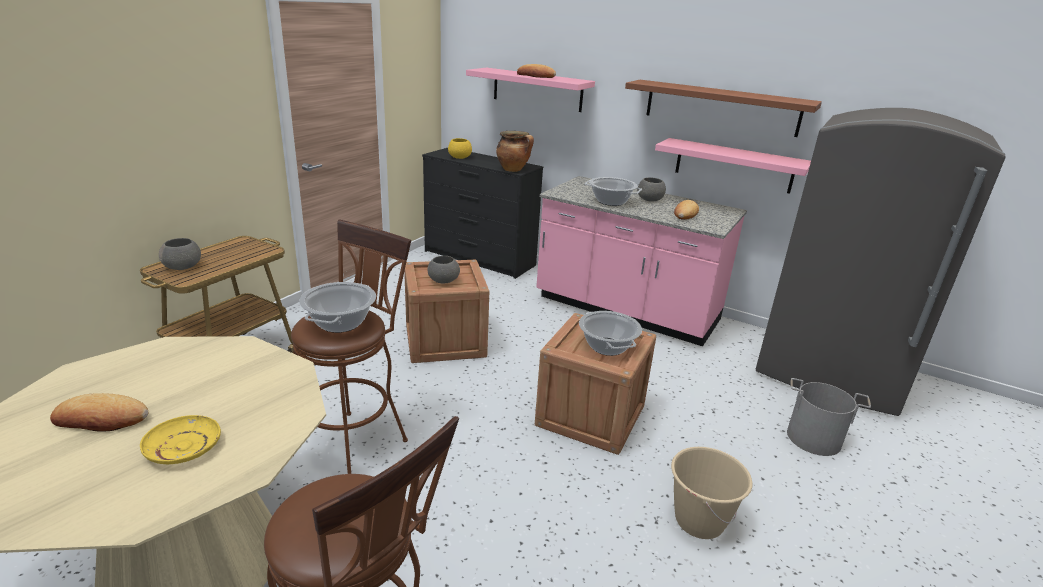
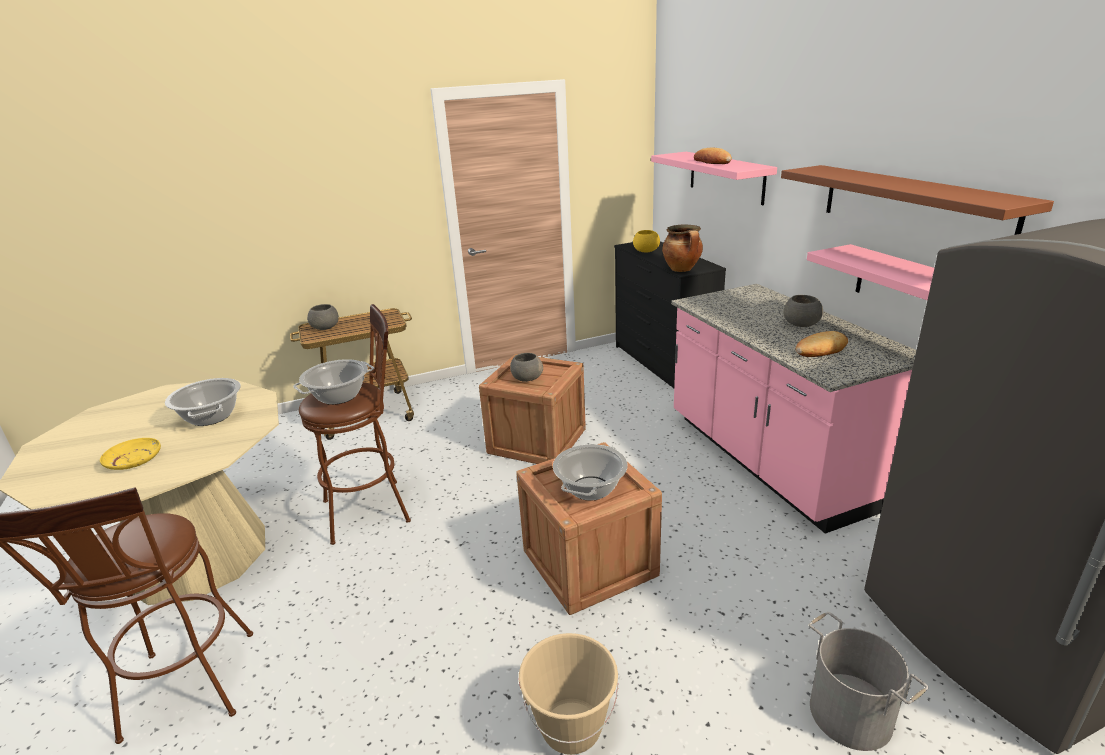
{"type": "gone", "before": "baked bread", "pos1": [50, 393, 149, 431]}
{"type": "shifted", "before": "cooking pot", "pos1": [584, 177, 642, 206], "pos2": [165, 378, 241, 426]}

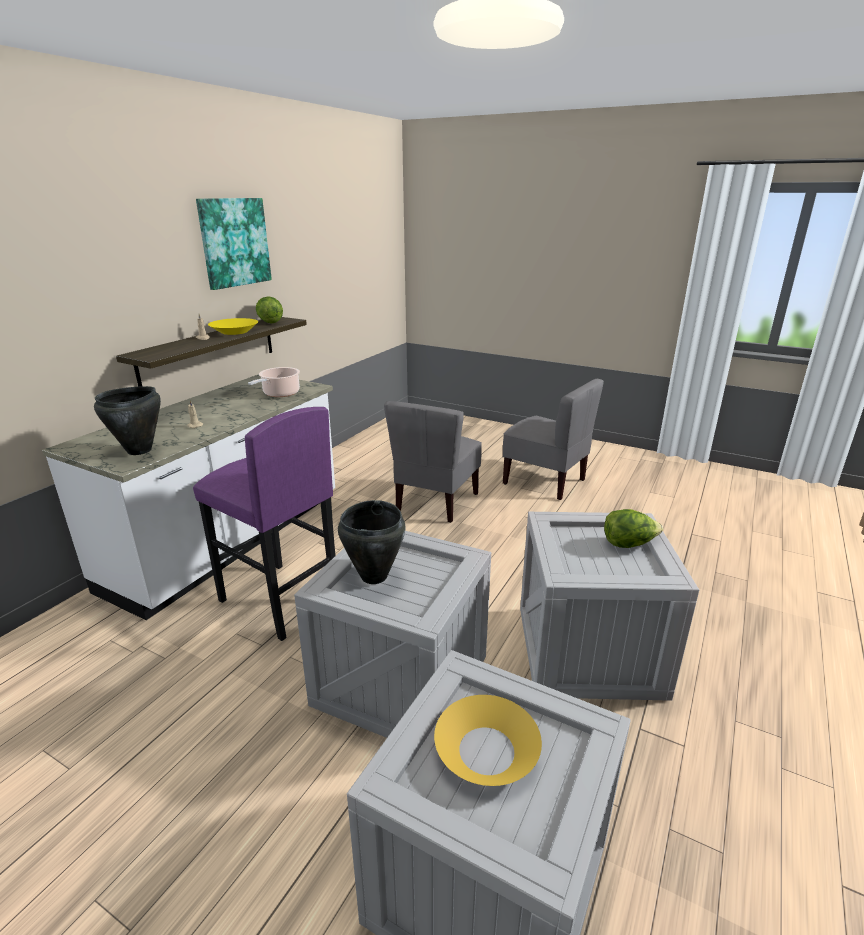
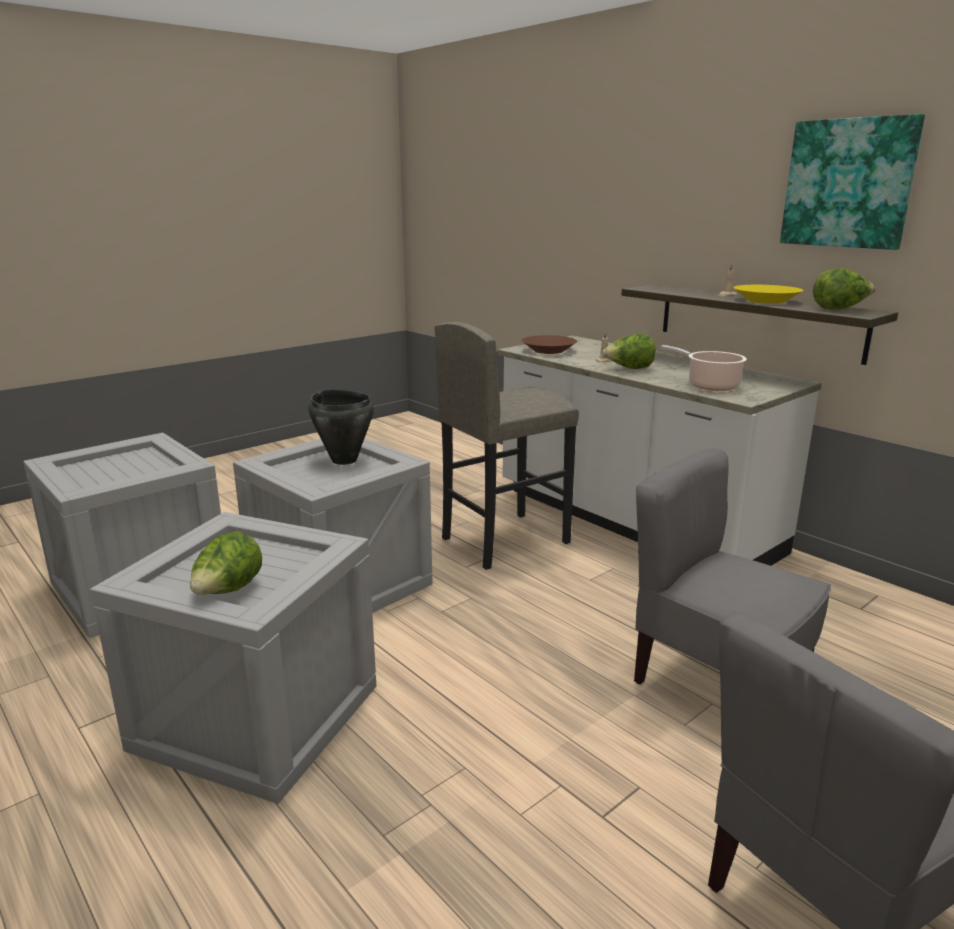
{"type": "swapped", "before": "cooking pot in black", "after": "serving bowl in brownish", "pos1": [94, 386, 161, 455], "pos2": [521, 335, 577, 354]}
{"type": "repainted", "before": "stool in purplish", "after": "stool in greyish", "pos1": [193, 407, 336, 641], "pos2": [435, 322, 579, 570]}
{"type": "gone", "before": "serving bowl in yellowish", "pos1": [434, 695, 542, 786]}
{"type": "new", "after": "head of lettuce", "pos2": [602, 334, 656, 369]}

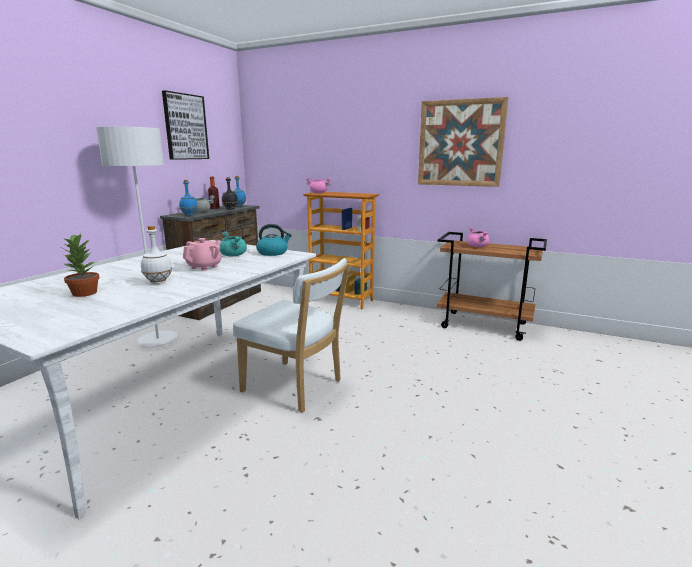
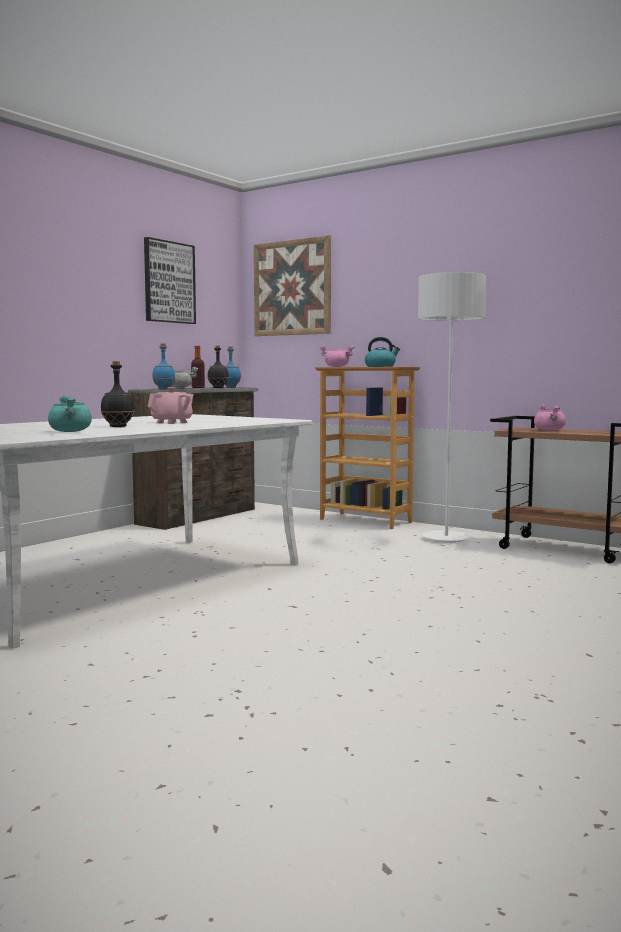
{"type": "gone", "before": "houseplant", "pos1": [63, 233, 99, 297]}
{"type": "shifted", "before": "floor lamp in white", "pos1": [96, 126, 178, 346], "pos2": [418, 272, 486, 543]}
{"type": "repainted", "before": "beverage bottle in white", "after": "beverage bottle in black", "pos1": [141, 226, 172, 284], "pos2": [101, 361, 134, 427]}
{"type": "shifted", "before": "cooking pot in blue-green", "pos1": [220, 231, 247, 256], "pos2": [48, 396, 92, 432]}
{"type": "gone", "before": "upright chair in white", "pos1": [233, 258, 350, 413]}
{"type": "shifted", "before": "tea kettle", "pos1": [256, 224, 292, 256], "pos2": [365, 337, 400, 367]}
{"type": "shifted", "before": "wall picture", "pos1": [418, 97, 509, 187], "pos2": [254, 235, 331, 336]}

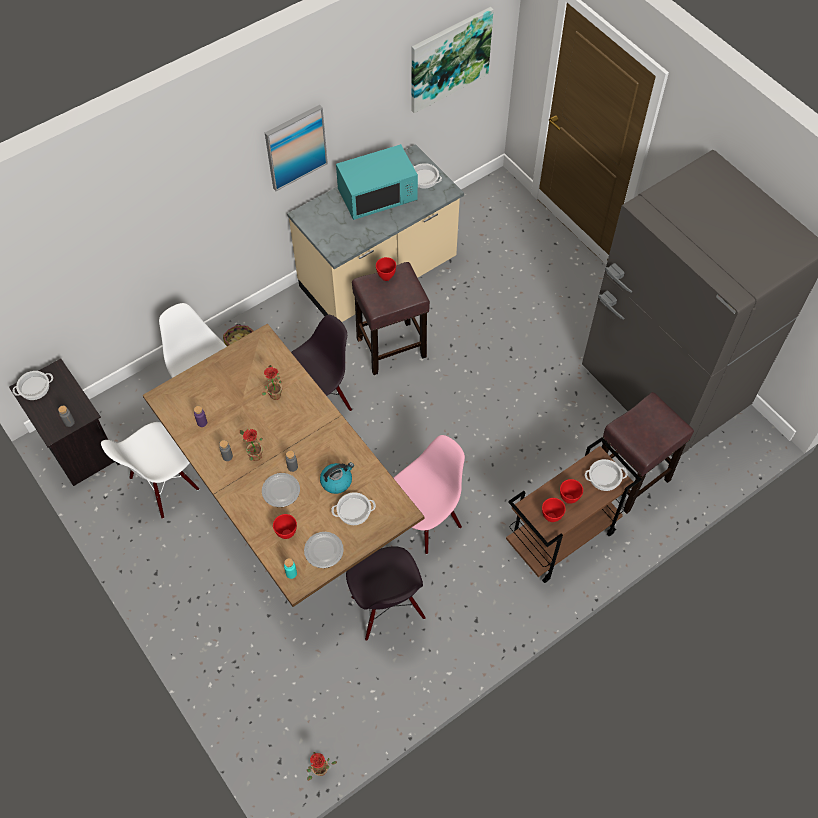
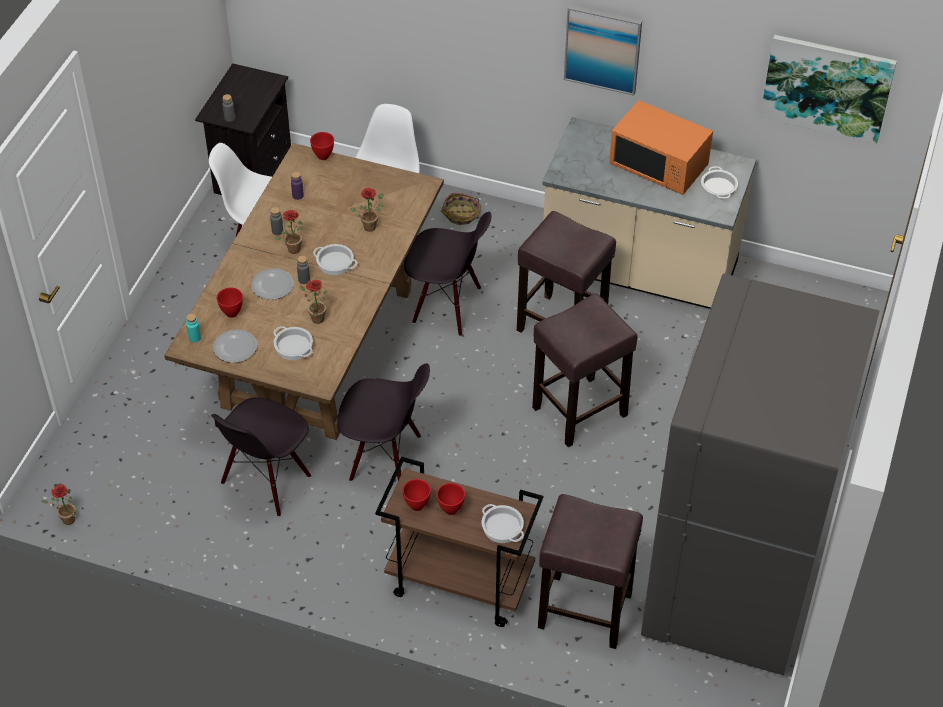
{"type": "shifted", "before": "cooking pot", "pos1": [12, 371, 53, 400], "pos2": [313, 244, 357, 275]}
{"type": "swapped", "before": "tea kettle", "after": "houseplant", "pos1": [320, 462, 354, 494], "pos2": [300, 280, 328, 324]}
{"type": "repainted", "before": "microwave oven in blue-green", "after": "microwave oven in orangey", "pos1": [336, 144, 418, 220], "pos2": [609, 100, 713, 195]}
{"type": "shifted", "before": "serving bowl in red", "pos1": [376, 257, 396, 281], "pos2": [310, 132, 334, 160]}
{"type": "repainted", "before": "upright chair in pink", "after": "upright chair in black", "pos1": [394, 435, 465, 554], "pos2": [337, 363, 430, 481]}
{"type": "new", "after": "stool in brownish", "pos2": [532, 294, 638, 447]}

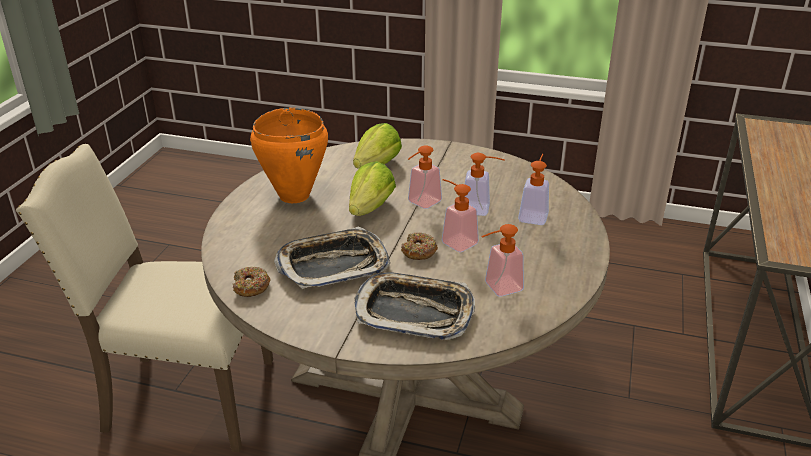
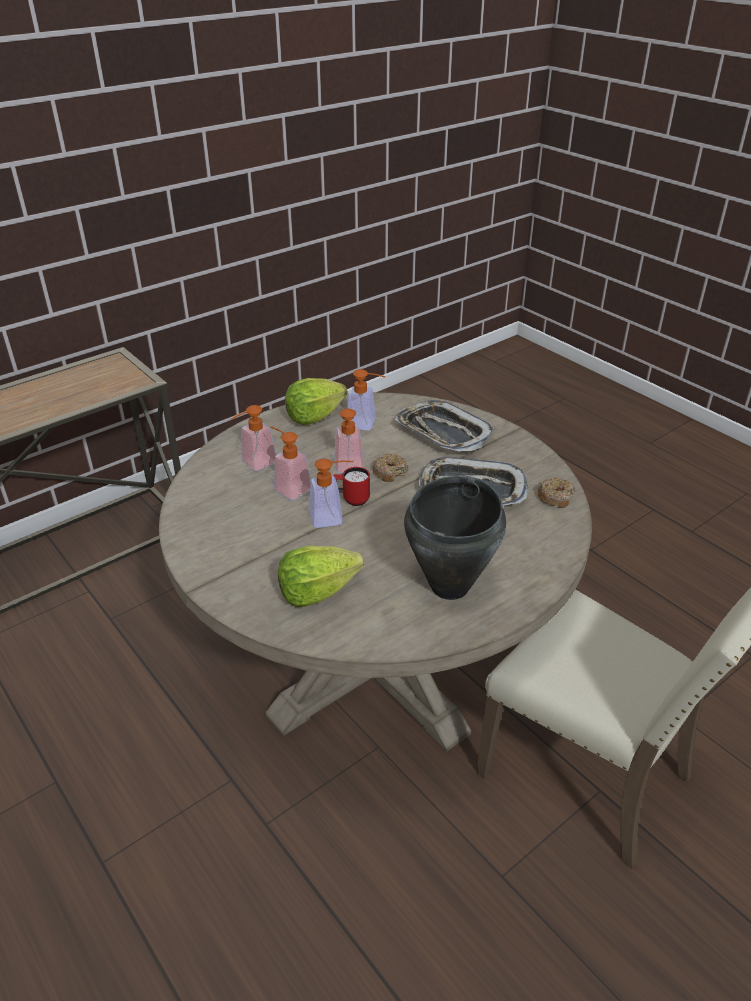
{"type": "repainted", "before": "cooking pot in orangey", "after": "cooking pot in black", "pos1": [250, 108, 328, 203], "pos2": [404, 476, 506, 600]}
{"type": "shifted", "before": "head of lettuce", "pos1": [349, 161, 396, 216], "pos2": [285, 378, 347, 425]}
{"type": "new", "after": "mug in red", "pos2": [333, 467, 370, 506]}

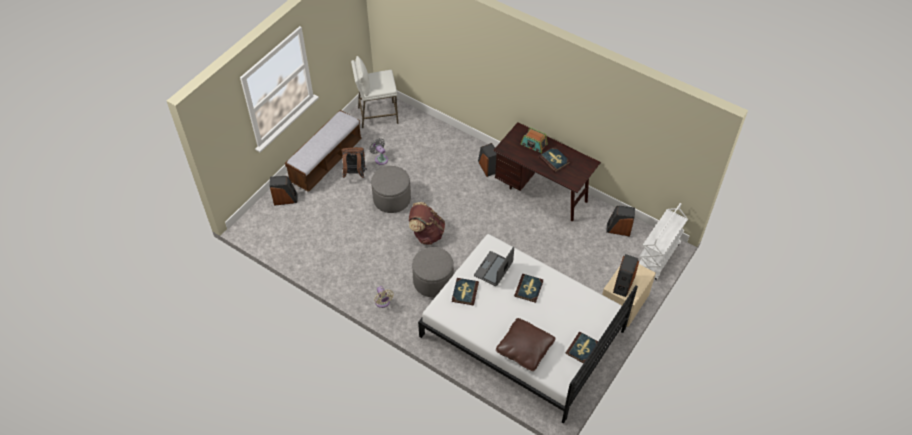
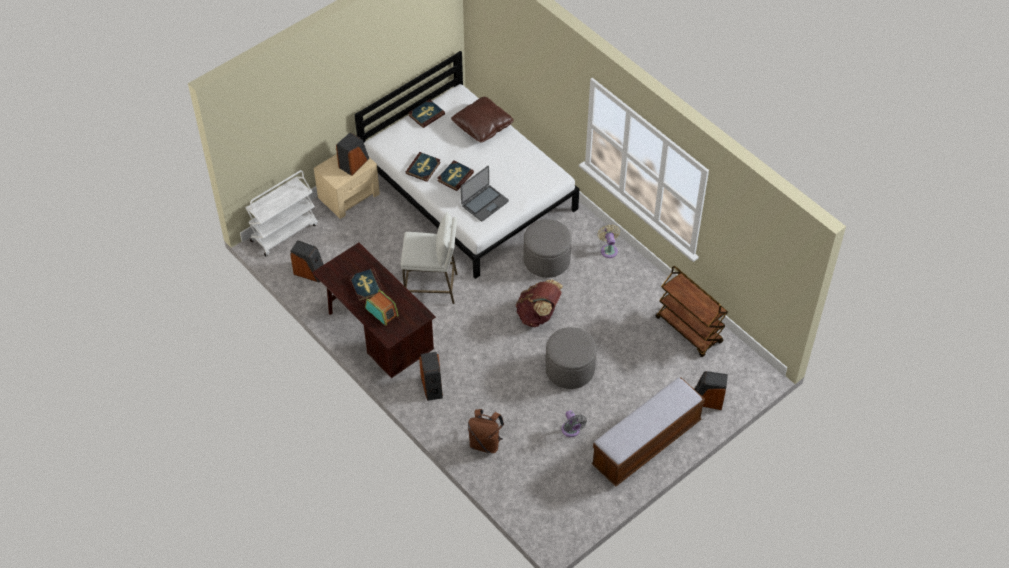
{"type": "shifted", "before": "backpack in brownish", "pos1": [341, 147, 367, 178], "pos2": [468, 409, 504, 453]}
{"type": "shifted", "before": "stool in white", "pos1": [351, 56, 398, 128], "pos2": [401, 212, 457, 304]}
{"type": "shifted", "before": "book", "pos1": [452, 278, 479, 305], "pos2": [406, 152, 441, 182]}
{"type": "new", "after": "trolley in brownish", "pos2": [655, 266, 728, 357]}

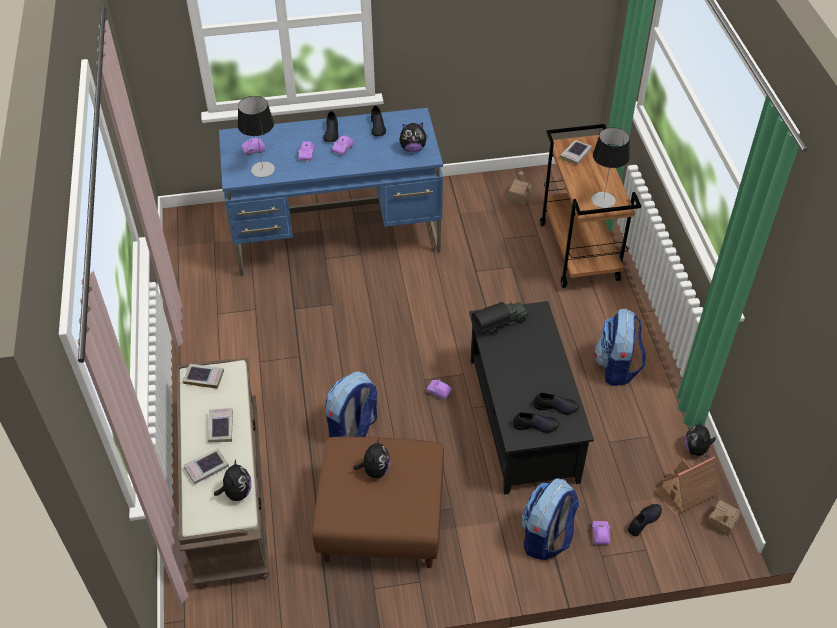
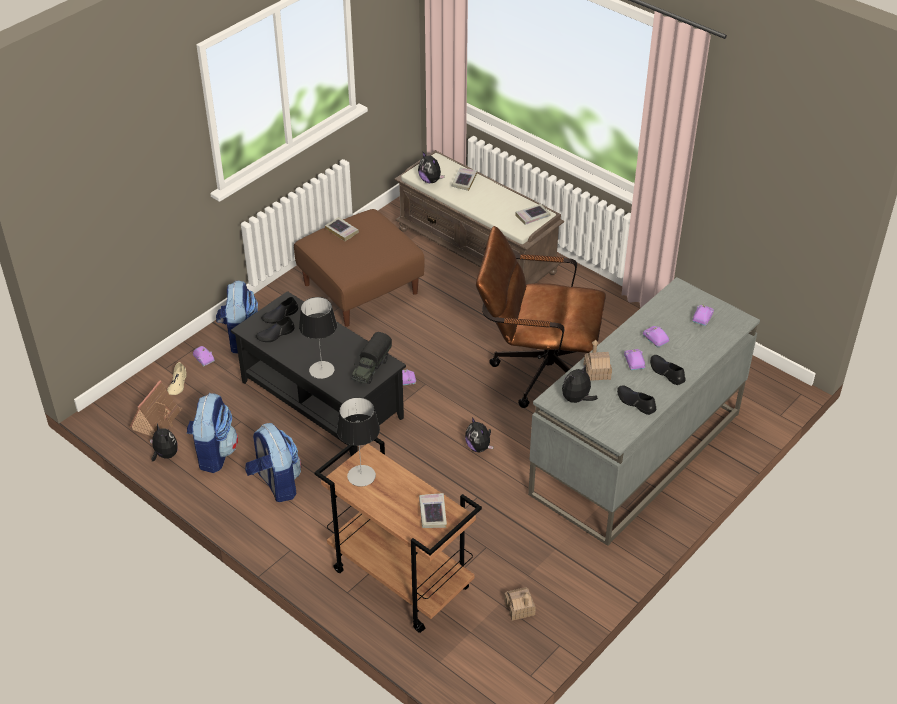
{"type": "shifted", "before": "book", "pos1": [208, 408, 233, 442], "pos2": [325, 217, 359, 241]}
{"type": "repainted", "before": "desk unit in blue-coloured", "after": "desk unit in greyish", "pos1": [219, 108, 443, 276], "pos2": [528, 277, 760, 546]}
{"type": "shifted", "before": "tabletop lamp", "pos1": [238, 96, 275, 177], "pos2": [299, 297, 337, 379]}
{"type": "shifted", "before": "backpack", "pos1": [325, 371, 377, 437], "pos2": [187, 393, 238, 473]}
{"type": "shifted", "before": "plush toy", "pos1": [354, 437, 391, 478], "pos2": [465, 417, 494, 452]}
{"type": "repainted", "before": "item of footwear in black", "after": "item of footwear in beige-coloured", "pos1": [628, 504, 662, 536], "pos2": [167, 362, 187, 395]}
{"type": "shifted", "before": "toy house", "pos1": [706, 500, 741, 536], "pos2": [584, 340, 612, 381]}
{"type": "new", "after": "office chair in brownish", "pos2": [476, 226, 606, 408]}

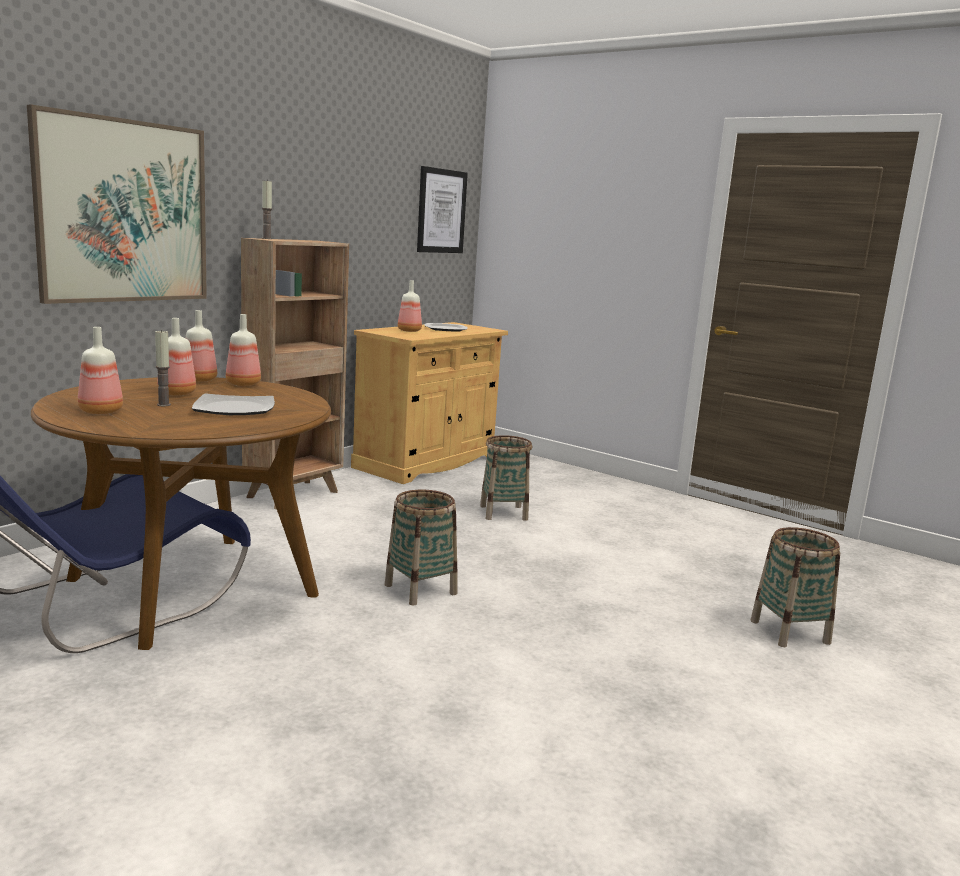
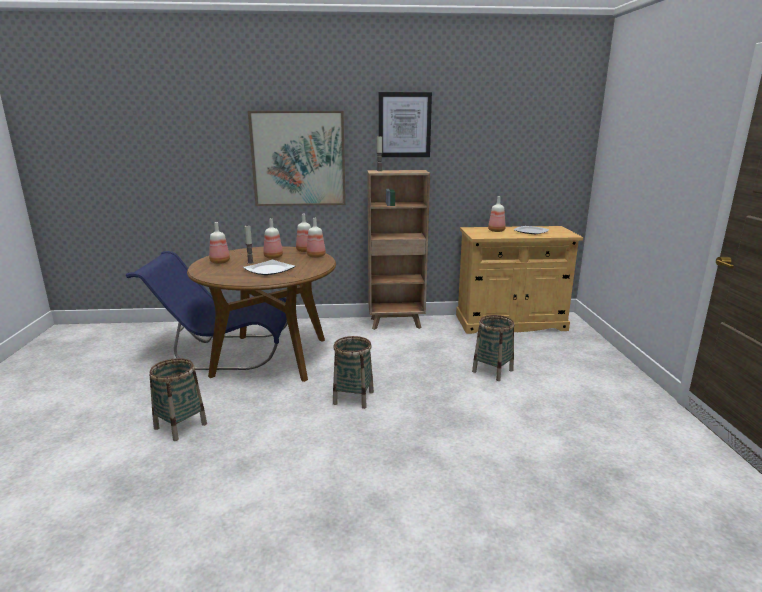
{"type": "shifted", "before": "wall picture", "pos1": [417, 166, 468, 253], "pos2": [379, 92, 432, 157]}
{"type": "shifted", "before": "household basket", "pos1": [751, 527, 840, 647], "pos2": [149, 358, 207, 441]}

